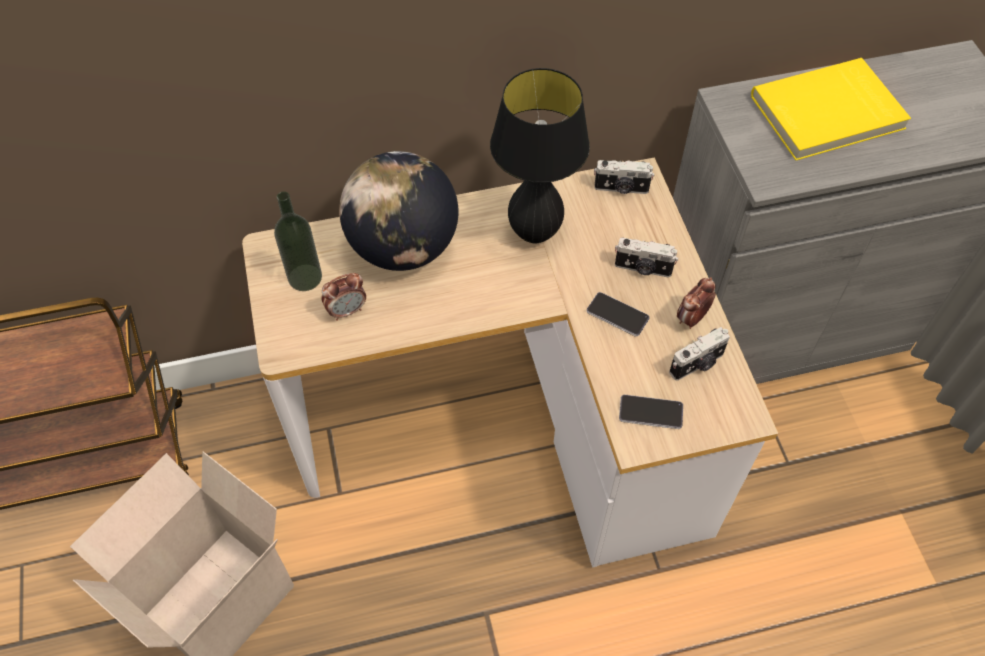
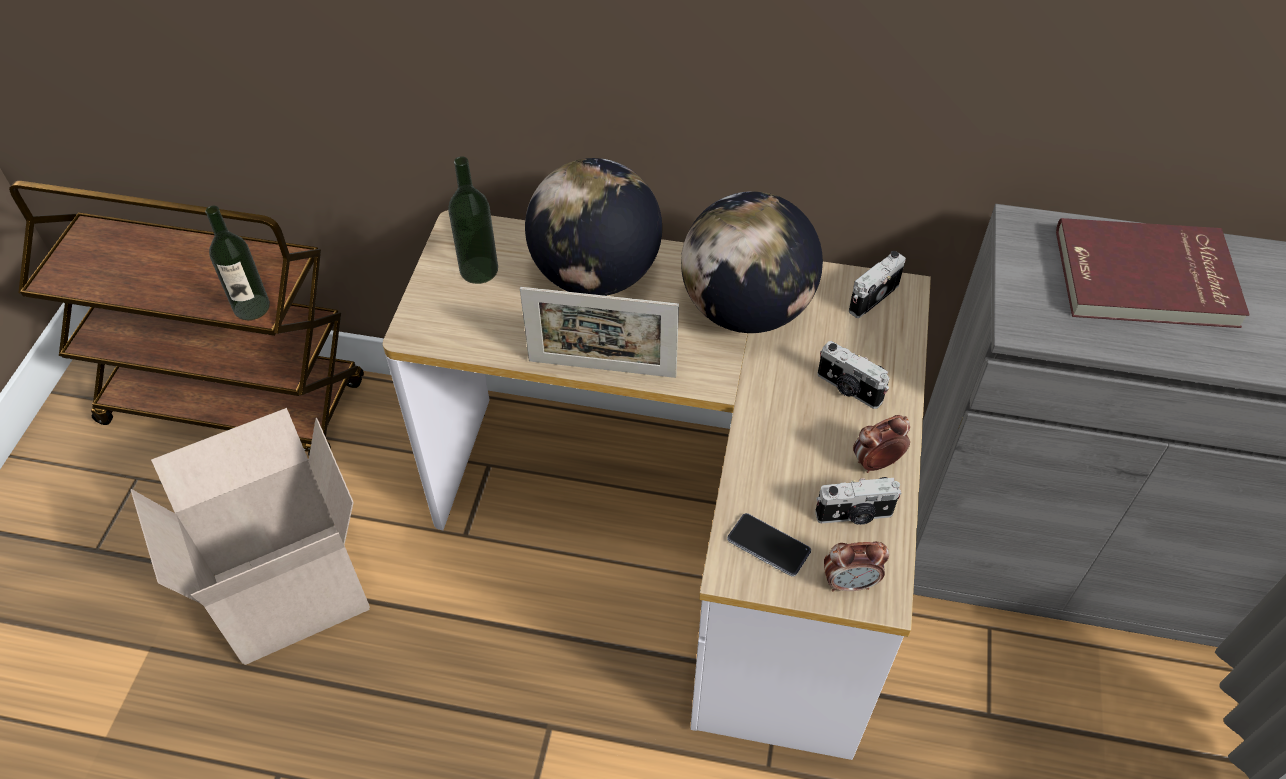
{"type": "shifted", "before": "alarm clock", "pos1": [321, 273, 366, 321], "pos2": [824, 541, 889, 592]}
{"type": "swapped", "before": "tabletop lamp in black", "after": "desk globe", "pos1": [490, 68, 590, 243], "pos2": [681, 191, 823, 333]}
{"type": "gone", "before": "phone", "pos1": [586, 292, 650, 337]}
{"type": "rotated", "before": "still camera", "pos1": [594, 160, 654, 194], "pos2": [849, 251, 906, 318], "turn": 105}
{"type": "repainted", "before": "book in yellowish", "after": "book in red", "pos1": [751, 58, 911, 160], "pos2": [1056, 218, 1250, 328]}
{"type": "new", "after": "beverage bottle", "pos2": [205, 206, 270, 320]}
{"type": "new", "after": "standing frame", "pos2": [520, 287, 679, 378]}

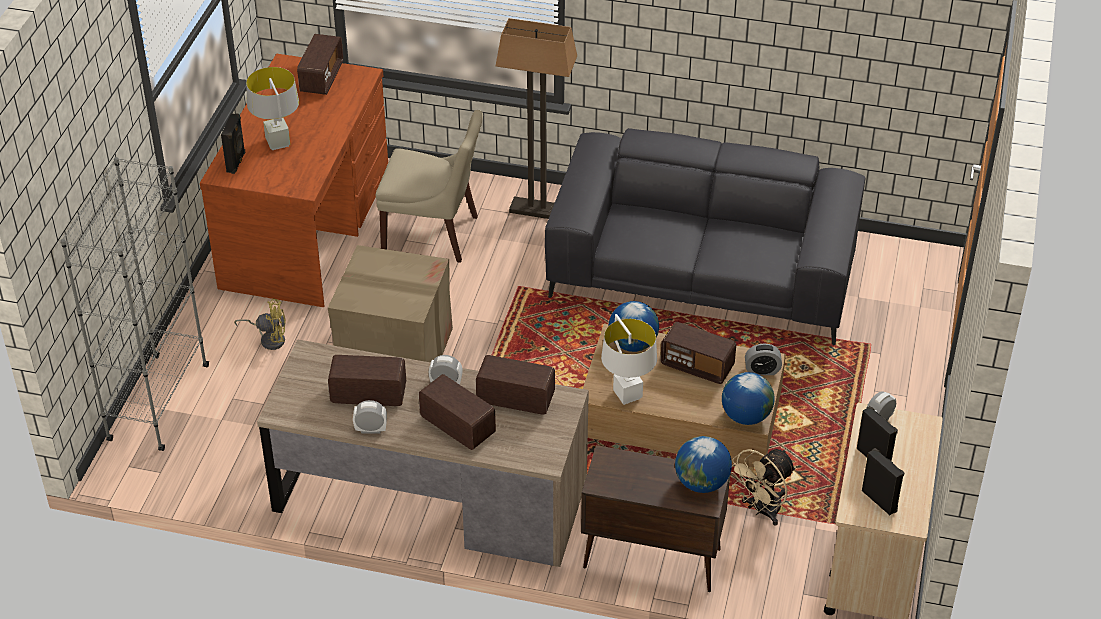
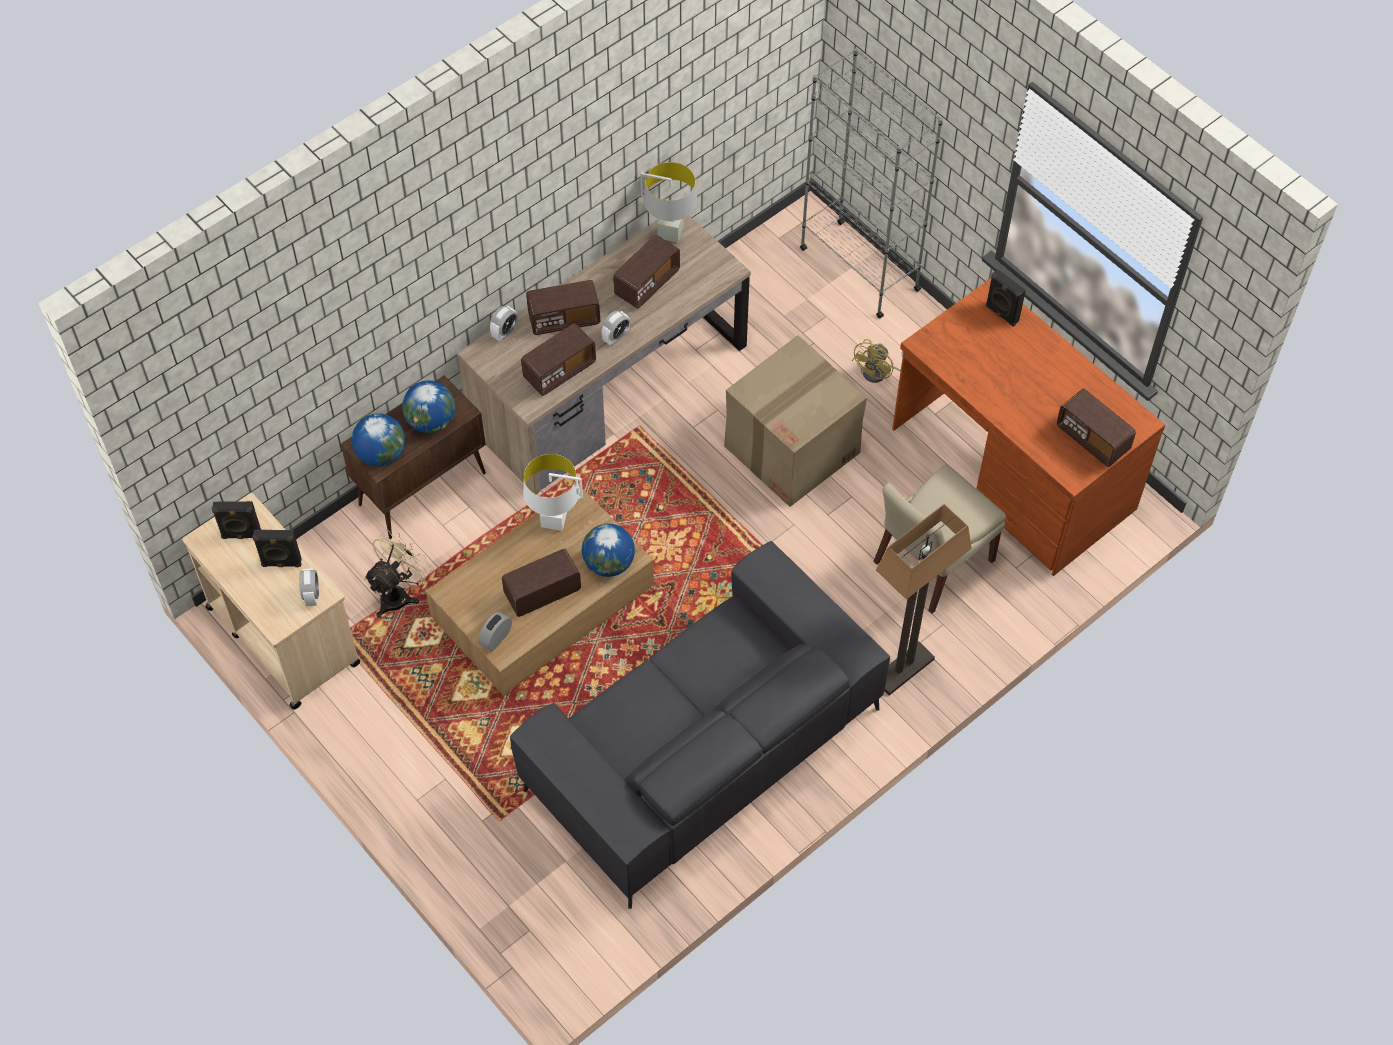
{"type": "shifted", "before": "tabletop lamp in greyish", "pos1": [246, 67, 299, 150], "pos2": [641, 162, 697, 242]}
{"type": "shifted", "before": "alarm clock", "pos1": [353, 400, 387, 434], "pos2": [490, 306, 517, 341]}
{"type": "shifted", "before": "desk globe", "pos1": [722, 372, 775, 425], "pos2": [402, 381, 455, 433]}
{"type": "rotated", "before": "cooling fan in beige-coloured", "pos1": [731, 449, 796, 526], "pos2": [364, 530, 431, 618], "turn": 45}

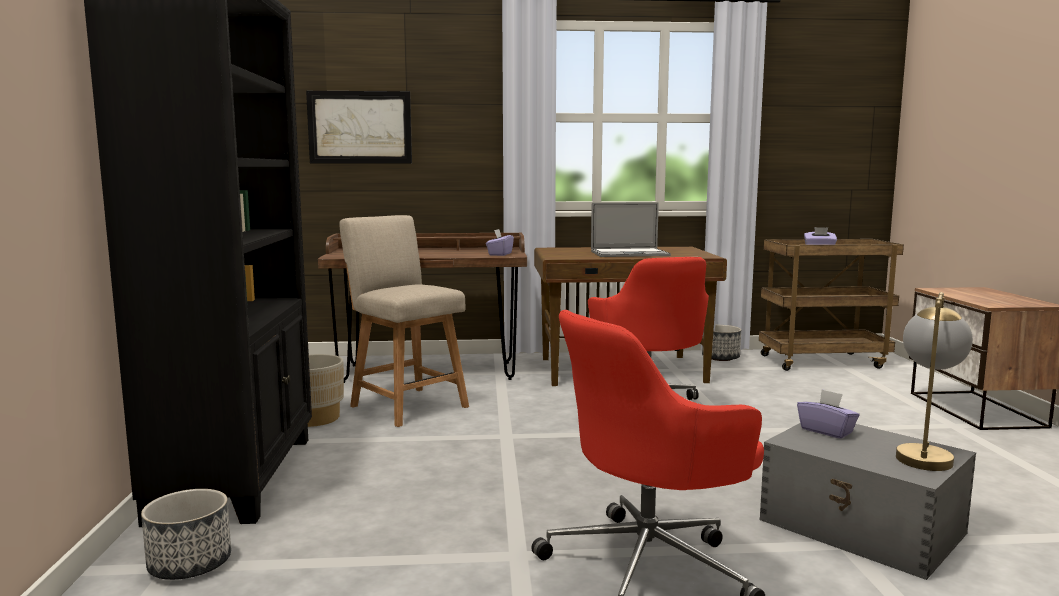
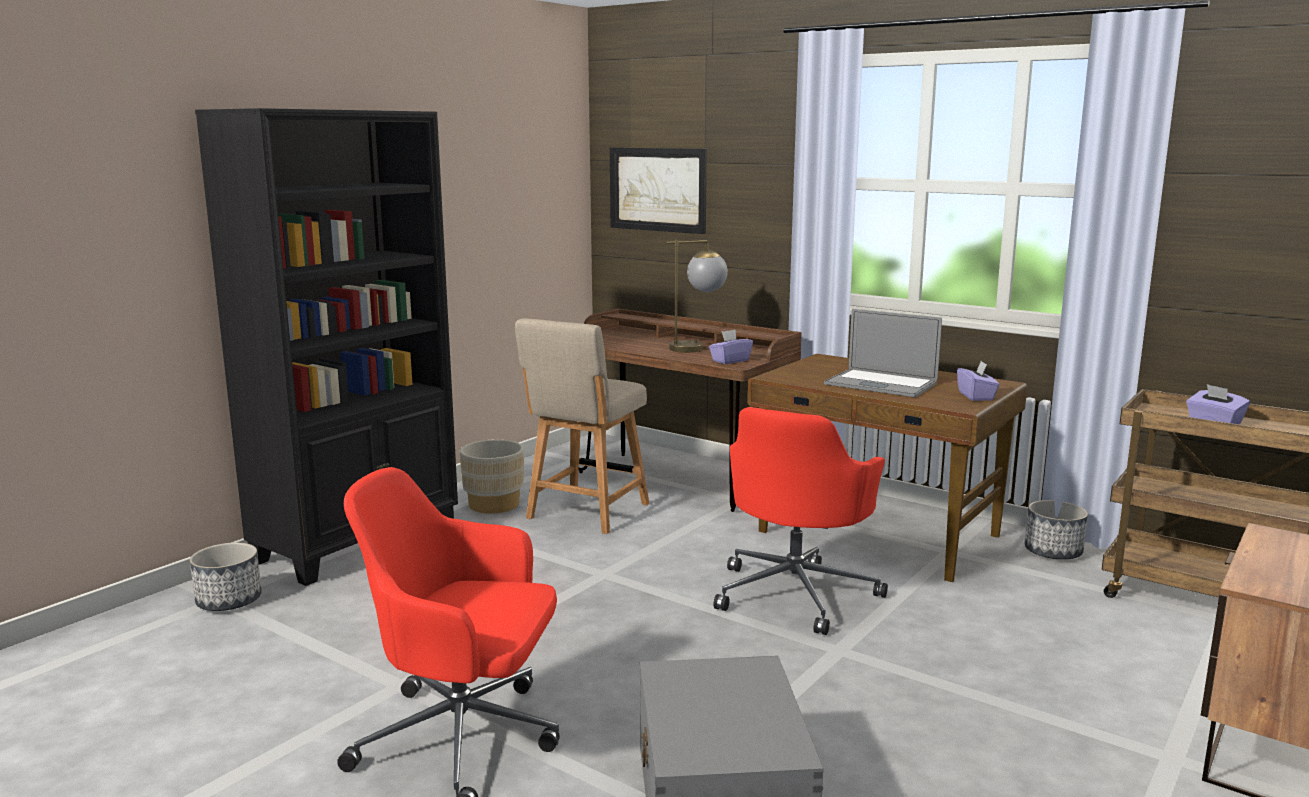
{"type": "rotated", "before": "upright chair in beige-coloured", "pos1": [339, 215, 469, 427], "pos2": [515, 318, 649, 534], "turn": -150}
{"type": "shifted", "before": "tissue box in purplish", "pos1": [797, 389, 860, 439], "pos2": [957, 361, 1000, 401]}
{"type": "shifted", "before": "tabletop lamp", "pos1": [896, 292, 973, 471], "pos2": [666, 240, 728, 353]}

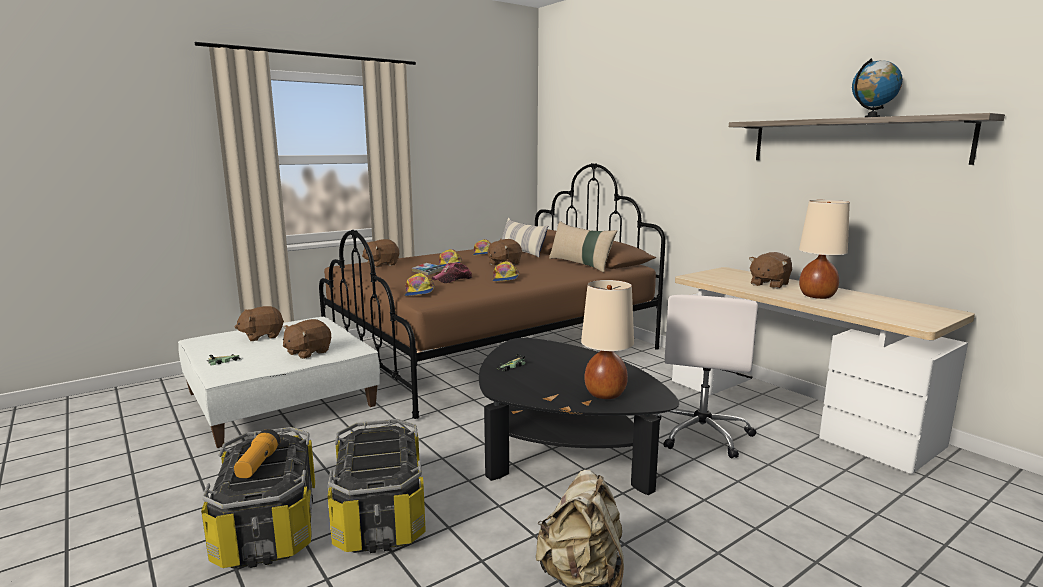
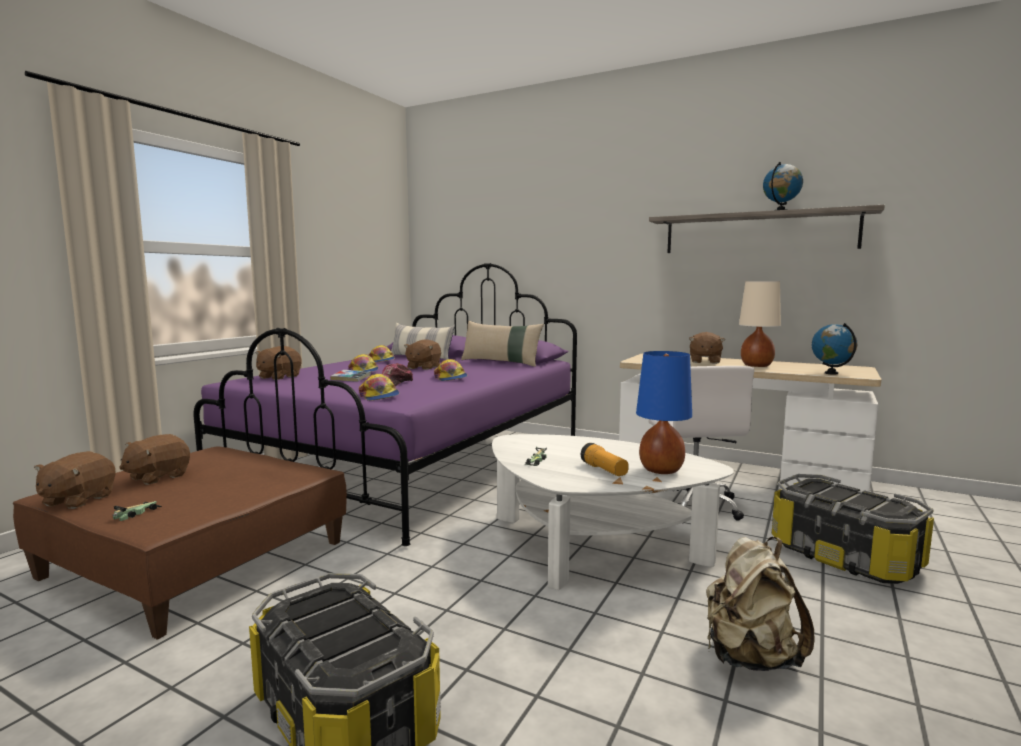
{"type": "repainted", "before": "pouffe in white", "after": "pouffe in brownish", "pos1": [178, 317, 380, 448], "pos2": [13, 446, 347, 640]}
{"type": "shifted", "before": "hand torch", "pos1": [234, 429, 280, 478], "pos2": [581, 443, 629, 476]}
{"type": "shifted", "before": "plush toy in brownish", "pos1": [283, 319, 331, 359], "pos2": [34, 451, 116, 509]}
{"type": "repainted", "before": "sleeping bed in brownish", "after": "sleeping bed in purplish", "pos1": [319, 163, 666, 419], "pos2": [193, 263, 577, 546]}
{"type": "shifted", "before": "storage container", "pos1": [328, 419, 426, 553], "pos2": [772, 474, 934, 584]}
{"type": "repainted", "before": "lounge table in black", "after": "lounge table in white", "pos1": [479, 338, 679, 495], "pos2": [492, 434, 734, 590]}
{"type": "repainted", "before": "tabletop lamp in beige-coloured", "after": "tabletop lamp in blue-coloured", "pos1": [581, 280, 634, 399], "pos2": [636, 351, 692, 474]}
{"type": "new", "after": "desk globe", "pos2": [812, 323, 857, 375]}

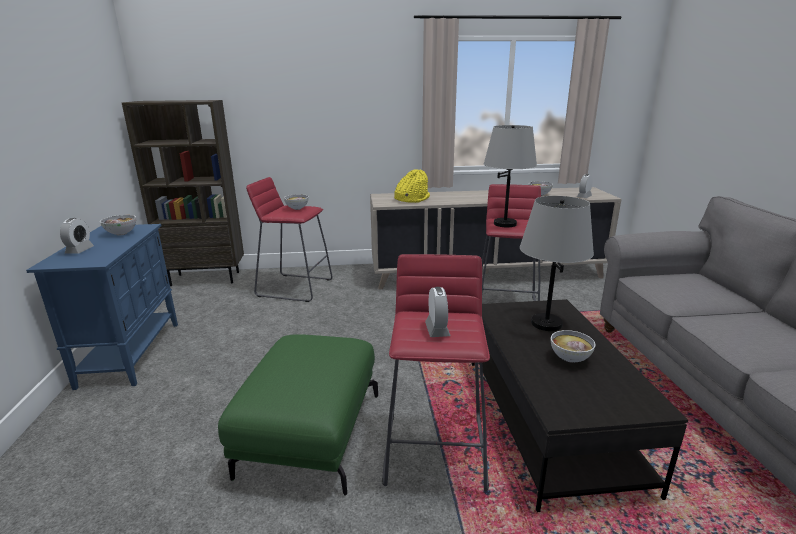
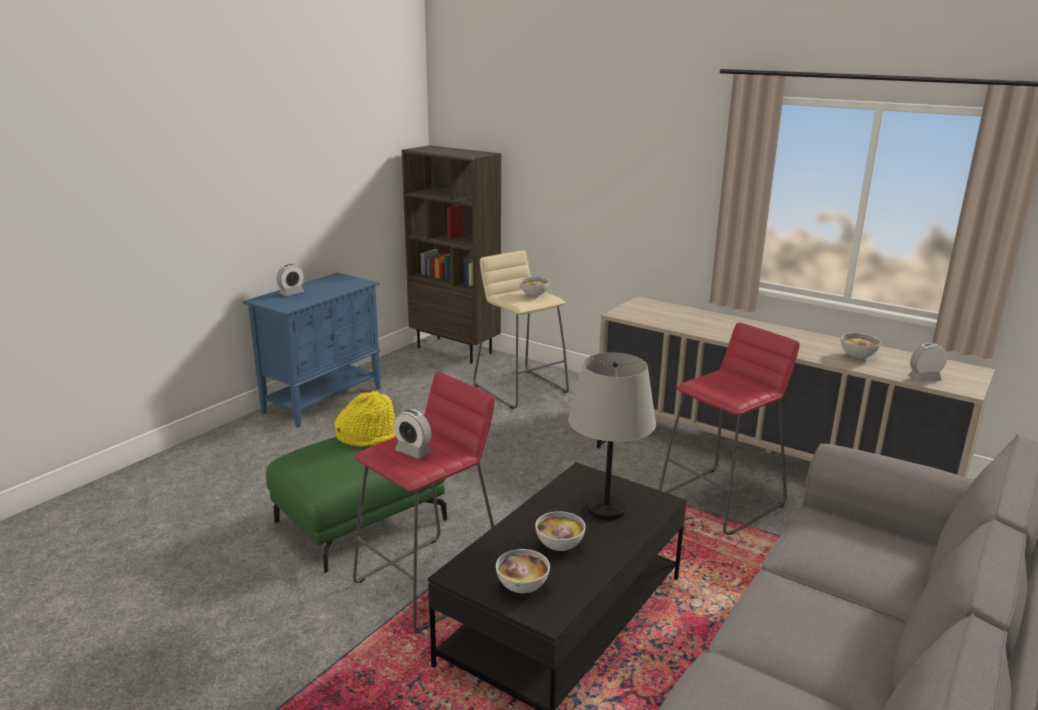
{"type": "shifted", "before": "serving bowl", "pos1": [100, 215, 136, 236], "pos2": [496, 549, 550, 593]}
{"type": "repainted", "before": "stool in red", "after": "stool in beige-coloured", "pos1": [246, 177, 333, 302], "pos2": [473, 251, 569, 409]}
{"type": "shifted", "before": "wearable hat in yellowish", "pos1": [394, 169, 430, 203], "pos2": [335, 391, 396, 447]}
{"type": "rotated", "before": "alarm clock", "pos1": [425, 287, 451, 337], "pos2": [394, 409, 431, 459], "turn": 90}
{"type": "gone", "before": "tabletop lamp in greyish", "pos1": [484, 125, 537, 227]}

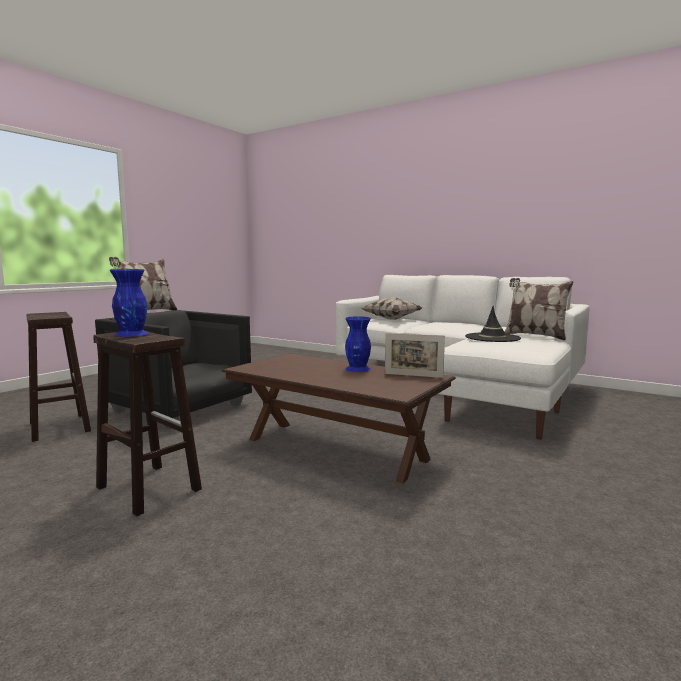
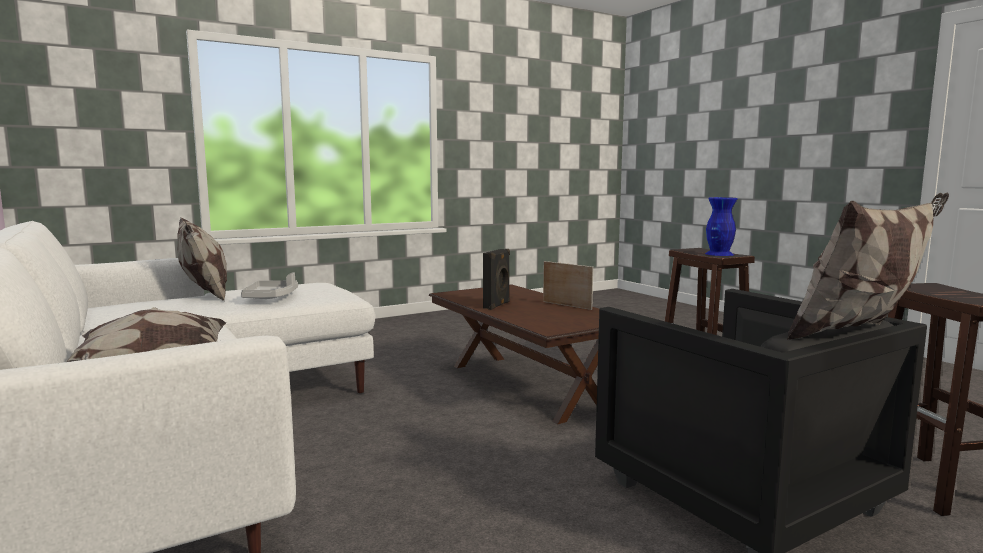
{"type": "swapped", "before": "decorative vase in blue-coloured", "after": "speaker in black", "pos1": [345, 316, 371, 372], "pos2": [483, 249, 510, 310]}
{"type": "shifted", "before": "standing frame", "pos1": [385, 333, 445, 378], "pos2": [543, 261, 593, 310]}
{"type": "swapped", "before": "wearable hat in black", "after": "carrying tray in greyish", "pos1": [465, 306, 521, 342], "pos2": [241, 272, 298, 299]}

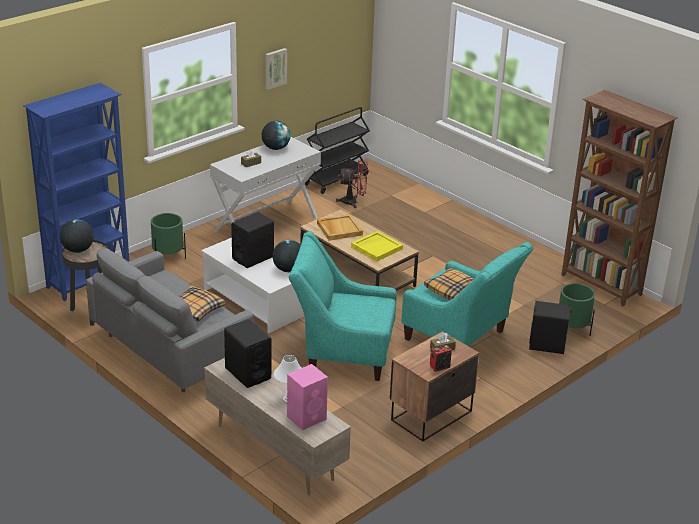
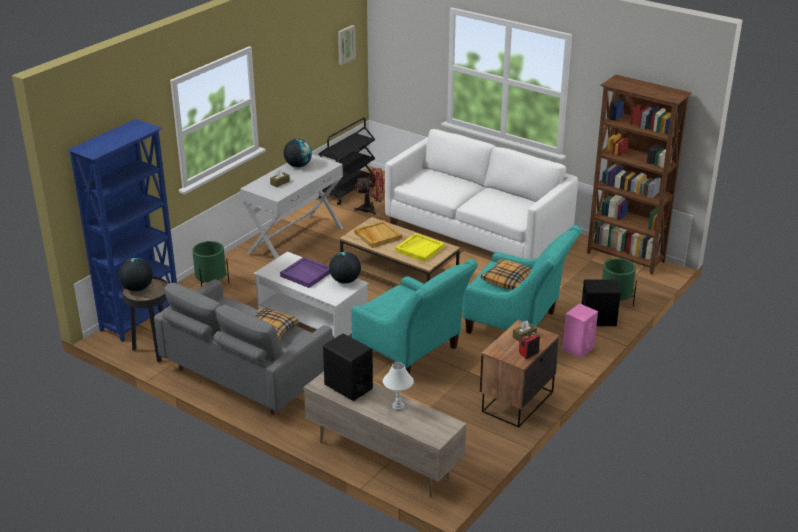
{"type": "swapped", "before": "speaker in black", "after": "carrying tray in purplish", "pos1": [231, 212, 274, 268], "pos2": [280, 257, 330, 288]}
{"type": "shifted", "before": "wall picture", "pos1": [266, 48, 287, 90], "pos2": [338, 25, 356, 65]}
{"type": "shifted", "before": "speaker in pink", "pos1": [287, 364, 328, 431], "pos2": [563, 303, 598, 358]}
{"type": "rotated", "before": "armchair in blue-green", "pos1": [288, 231, 397, 381], "pos2": [351, 259, 478, 374], "turn": -135}
{"type": "new", "after": "couch in white", "pos2": [385, 129, 578, 259]}

